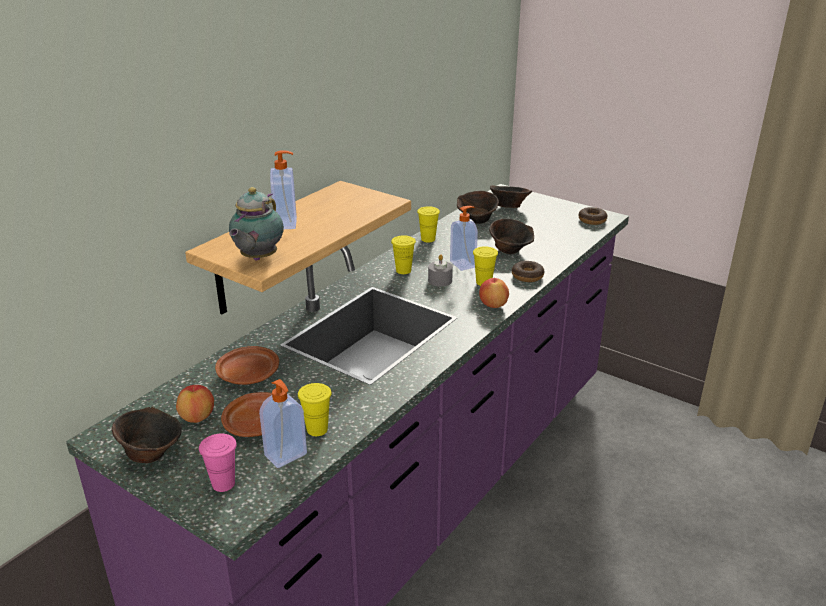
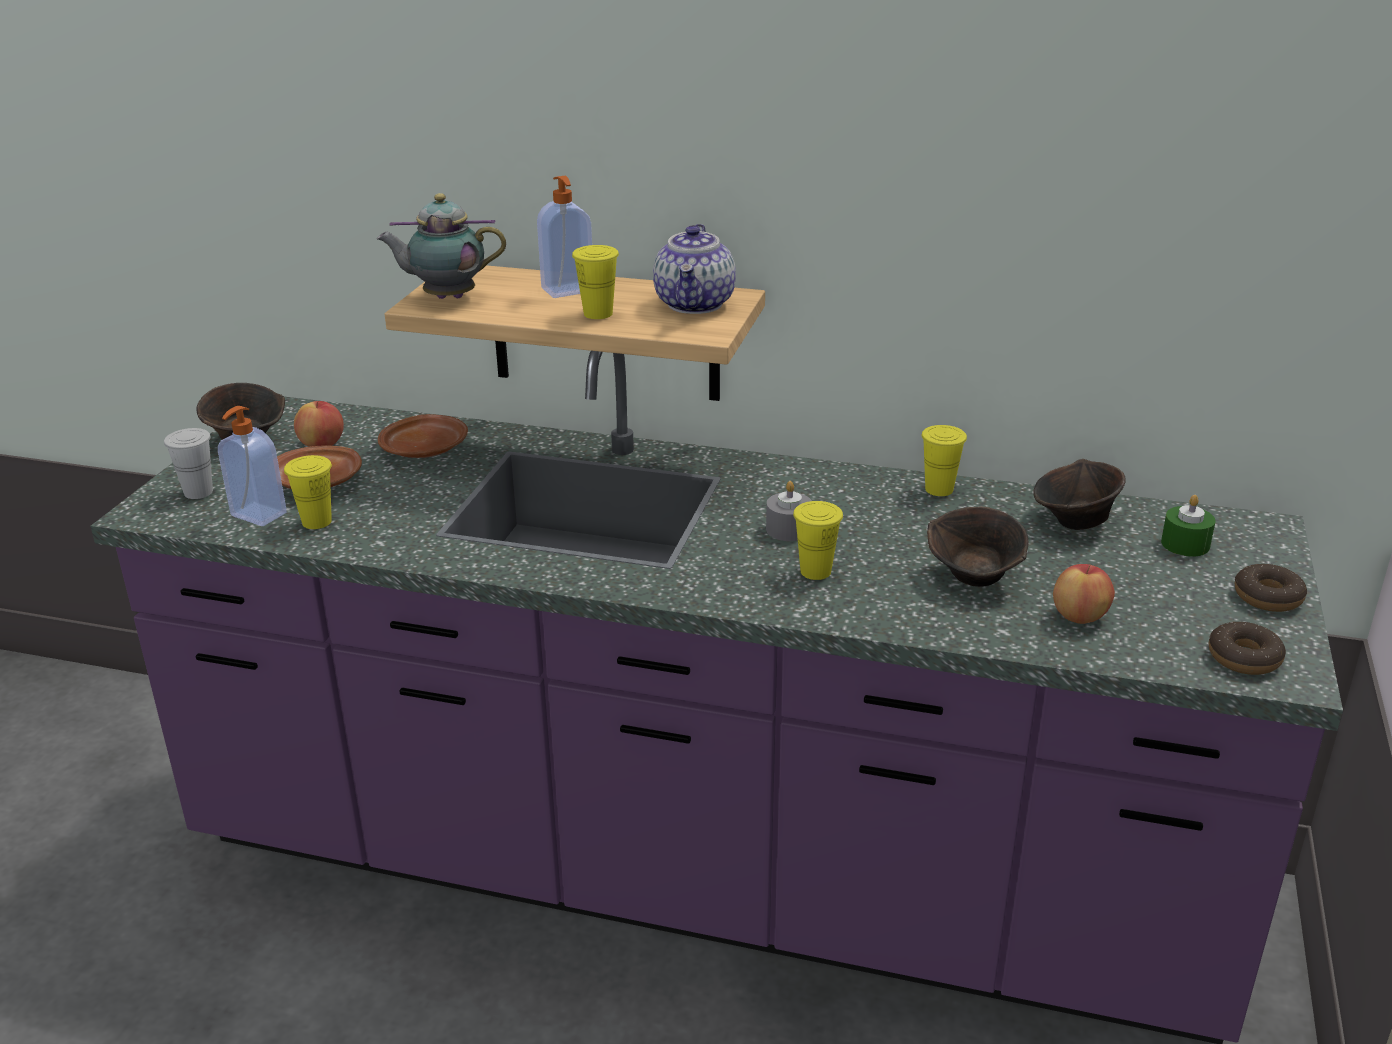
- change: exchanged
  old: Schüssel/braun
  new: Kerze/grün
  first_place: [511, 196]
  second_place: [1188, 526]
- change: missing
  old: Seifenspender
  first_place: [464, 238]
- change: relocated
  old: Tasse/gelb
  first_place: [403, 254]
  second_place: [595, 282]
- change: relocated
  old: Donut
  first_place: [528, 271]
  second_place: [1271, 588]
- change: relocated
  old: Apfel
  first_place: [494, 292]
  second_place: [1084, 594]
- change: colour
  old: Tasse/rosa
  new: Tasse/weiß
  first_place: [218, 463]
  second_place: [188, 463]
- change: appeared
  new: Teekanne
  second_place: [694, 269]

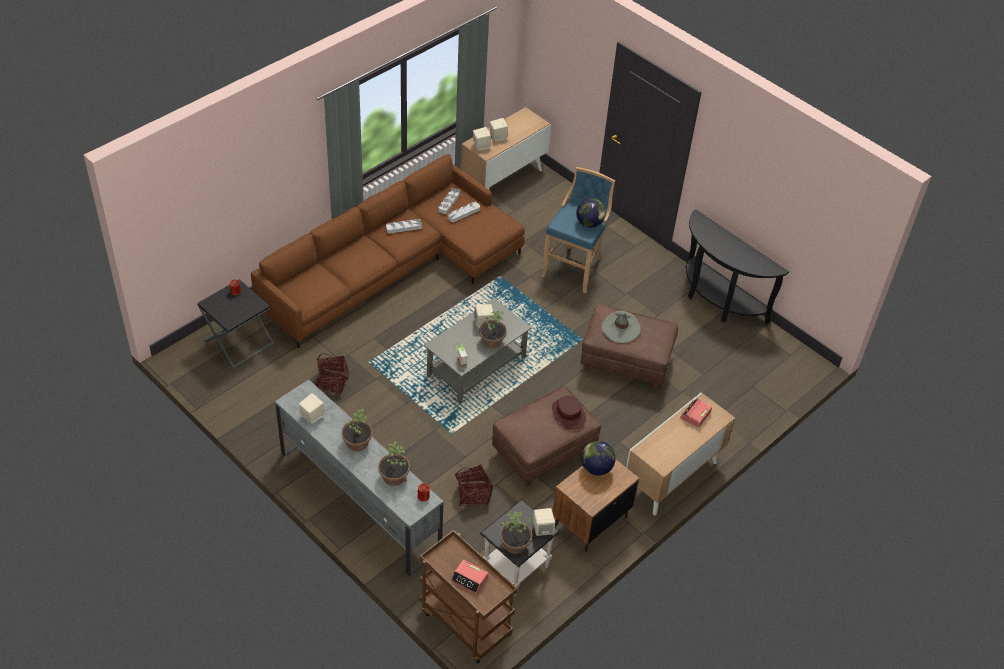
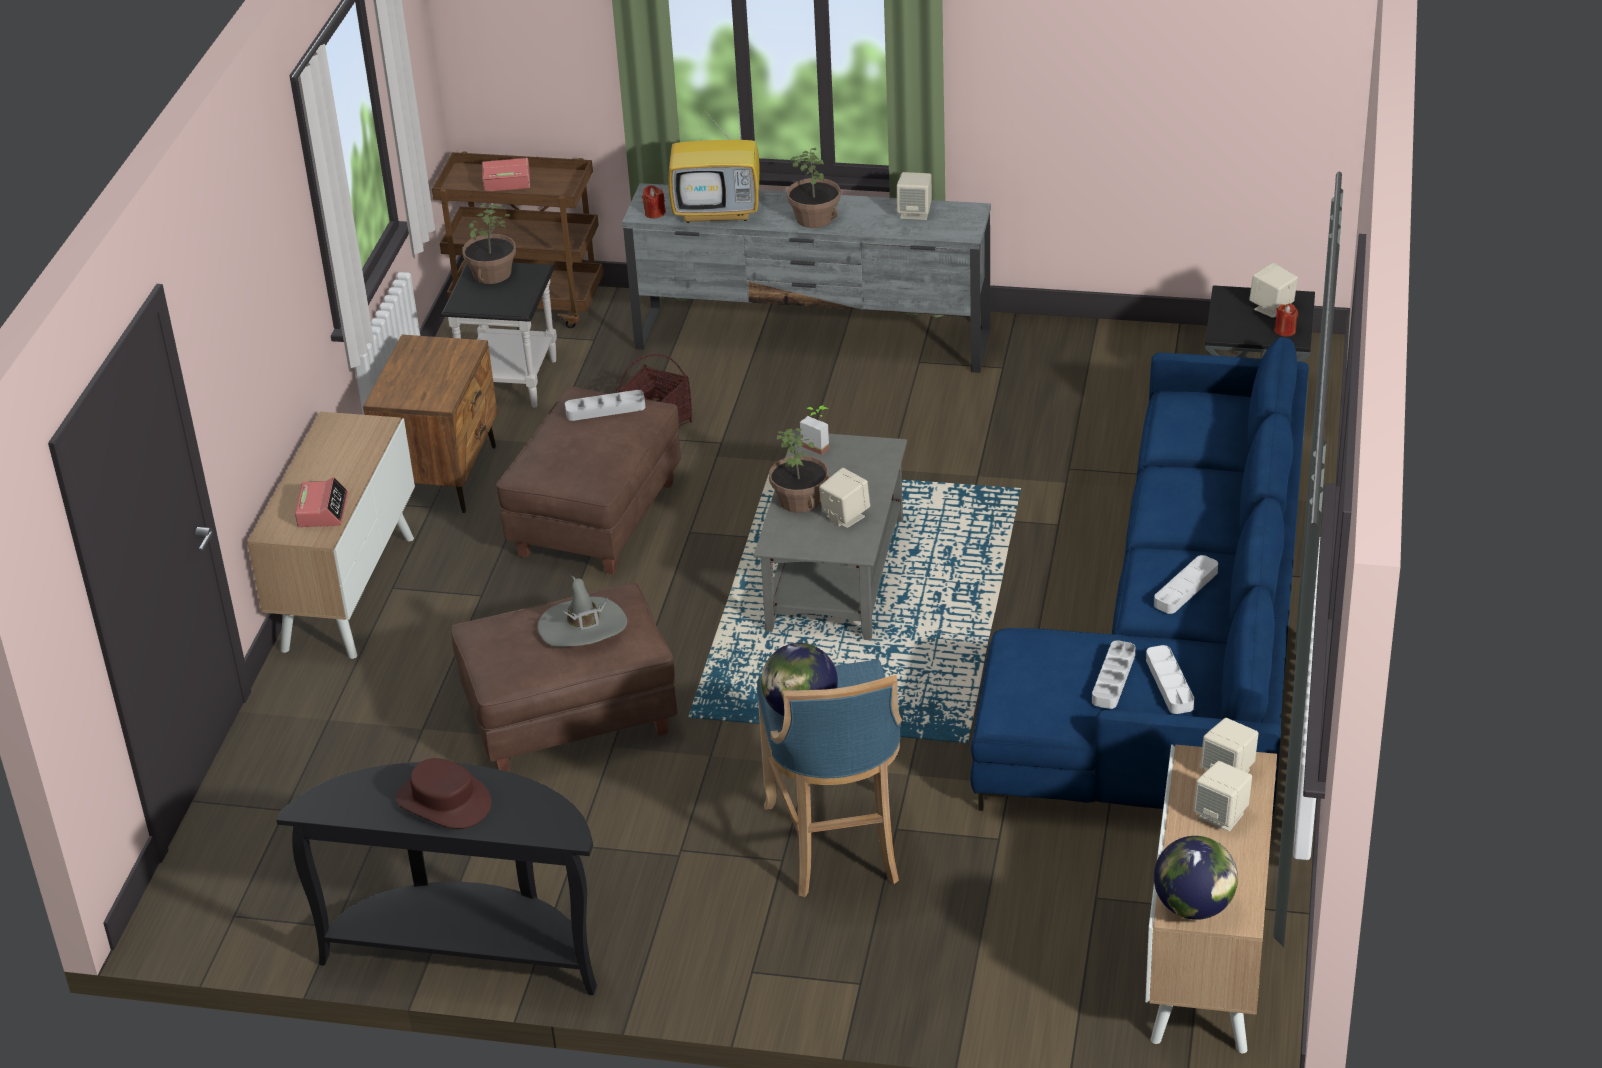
- change: colour
  old: Sofa/braun
  new: Sofa/blau
  first_place: [388, 251]
  second_place: [1139, 577]
- change: missing
  old: Korb
  first_place: [332, 373]
- change: relocated
  old: Hut/braun
  first_place: [569, 412]
  second_place: [443, 793]
- change: exchanged
  old: Topfpflanze
  new: Fernseher
  first_place: [394, 463]
  second_place: [714, 162]
- change: relocated
  old: Globus
  first_place: [598, 458]
  second_place: [1196, 878]
- change: relocated
  old: Lautsprecher/beige
  first_place: [544, 522]
  second_place: [1273, 290]
- change: appeared
  new: Tablett/grau
  second_place: [605, 405]

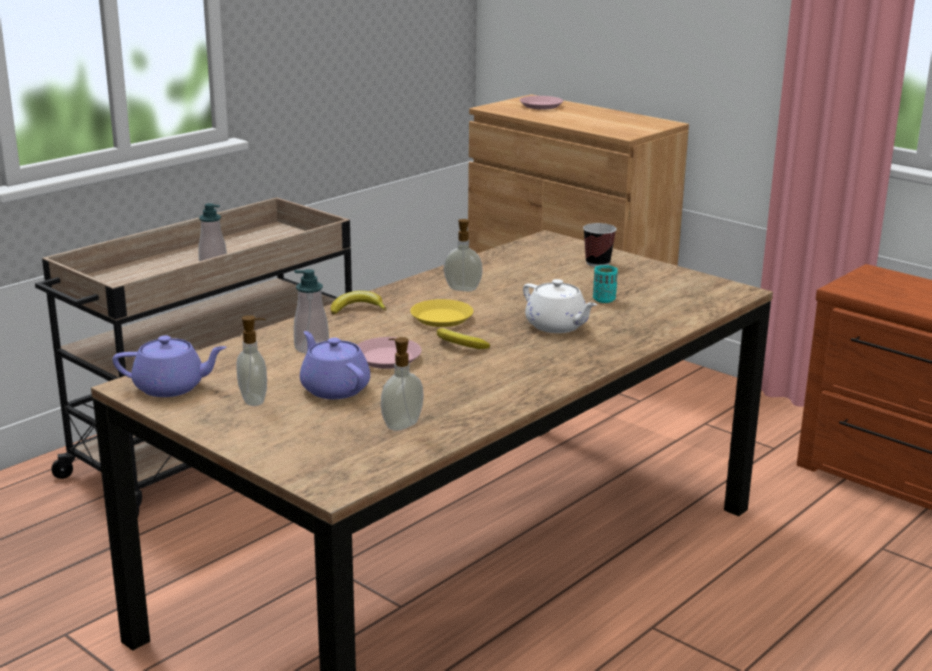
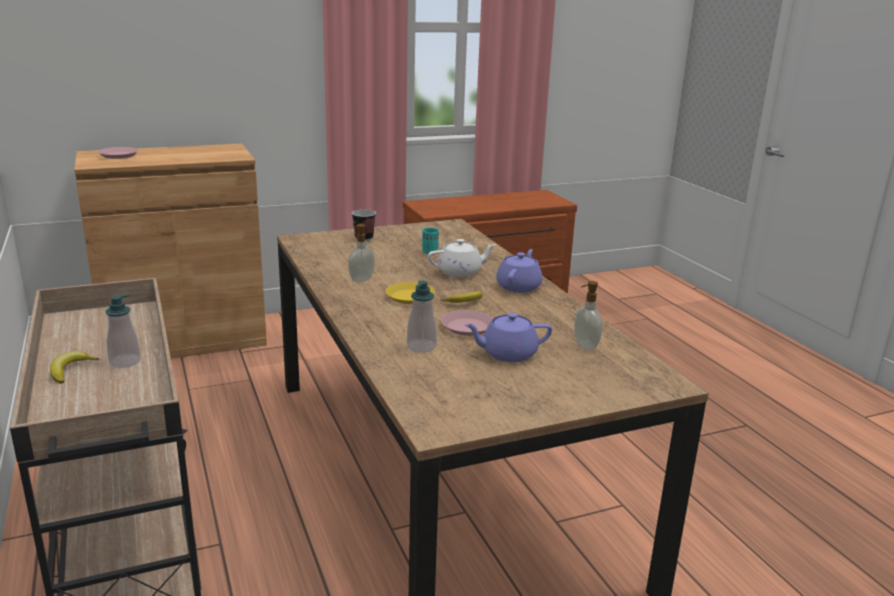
- change: relocated
  old: Banane
  first_place: [359, 303]
  second_place: [75, 367]
- change: missing
  old: Seifenspender
  first_place: [251, 360]
- change: relocated
  old: Teekanne/lila
  first_place: [169, 366]
  second_place: [519, 271]

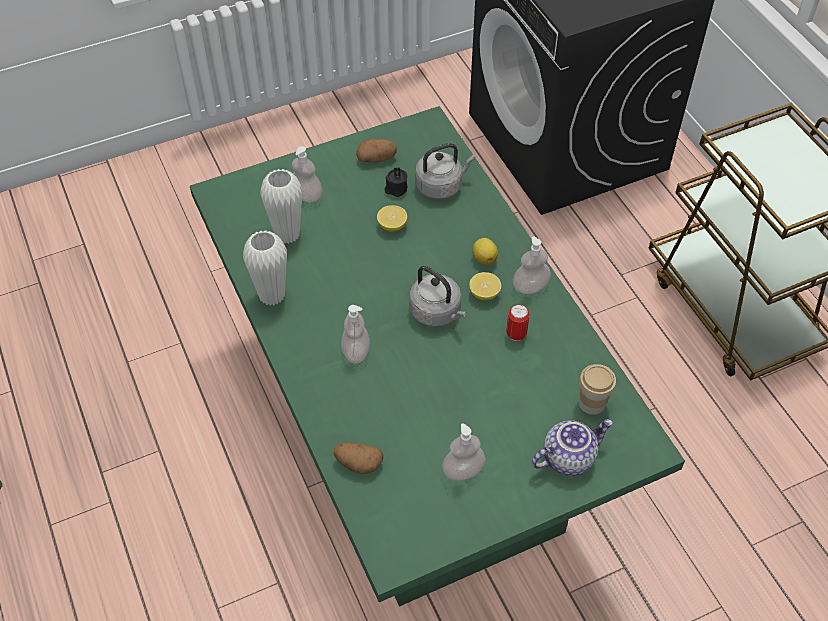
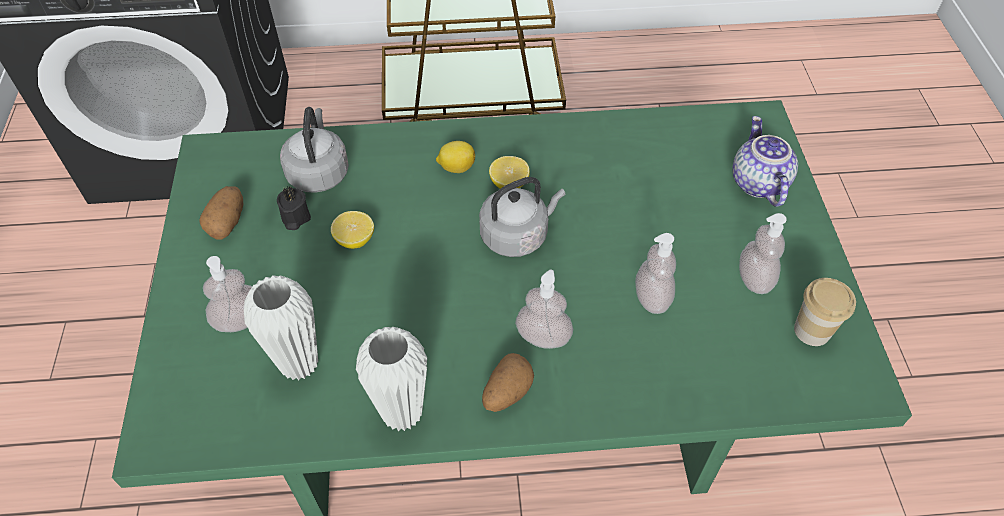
- change: relocated
  old: Seifenspender
  first_place: [532, 265]
  second_place: [655, 273]
- change: missing
  old: Dose
  first_place: [518, 322]
- change: relocated
  old: Tasse
  first_place: [597, 389]
  second_place: [825, 312]
- change: relocated
  old: Kartoffel
  first_place: [358, 458]
  second_place: [508, 382]

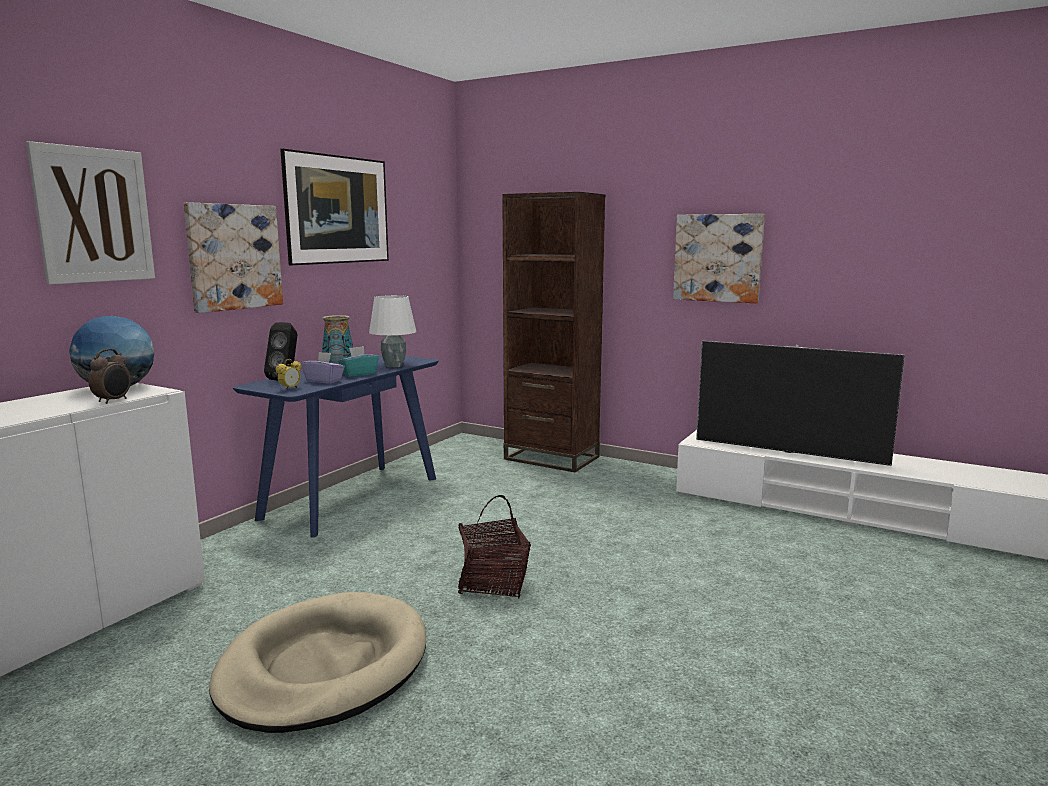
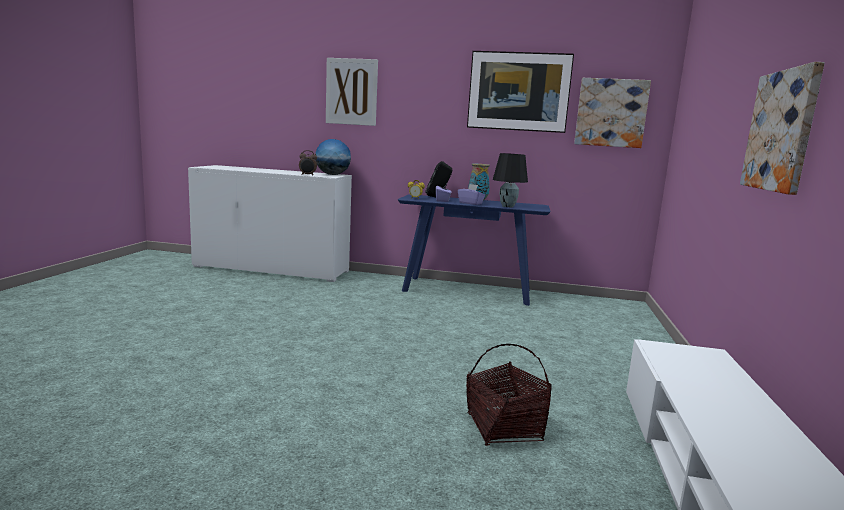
- change: missing
  old: Bücherregal/braun
  first_place: [554, 332]
- change: relocated
  old: Bild
  first_place: [233, 257]
  second_place: [612, 113]
- change: colour
  old: Tischlampe/weiß
  new: Tischlampe/schwarz
  first_place: [392, 331]
  second_place: [510, 180]
- change: missing
  old: Fernseher
  first_place: [800, 403]
- change: colour
  old: Taschentuchbox/türkis
  new: Taschentuchbox/lila
  first_place: [358, 361]
  second_place: [471, 194]
- change: relocated
  old: Korb
  first_place: [494, 546]
  second_place: [509, 395]
- change: missing
  old: Hundebett/beige
  first_place: [317, 662]

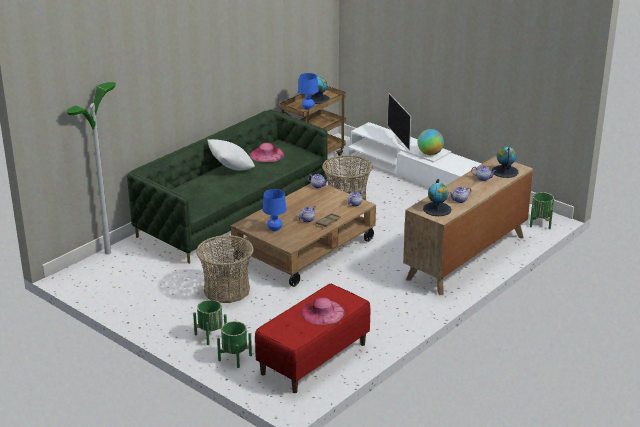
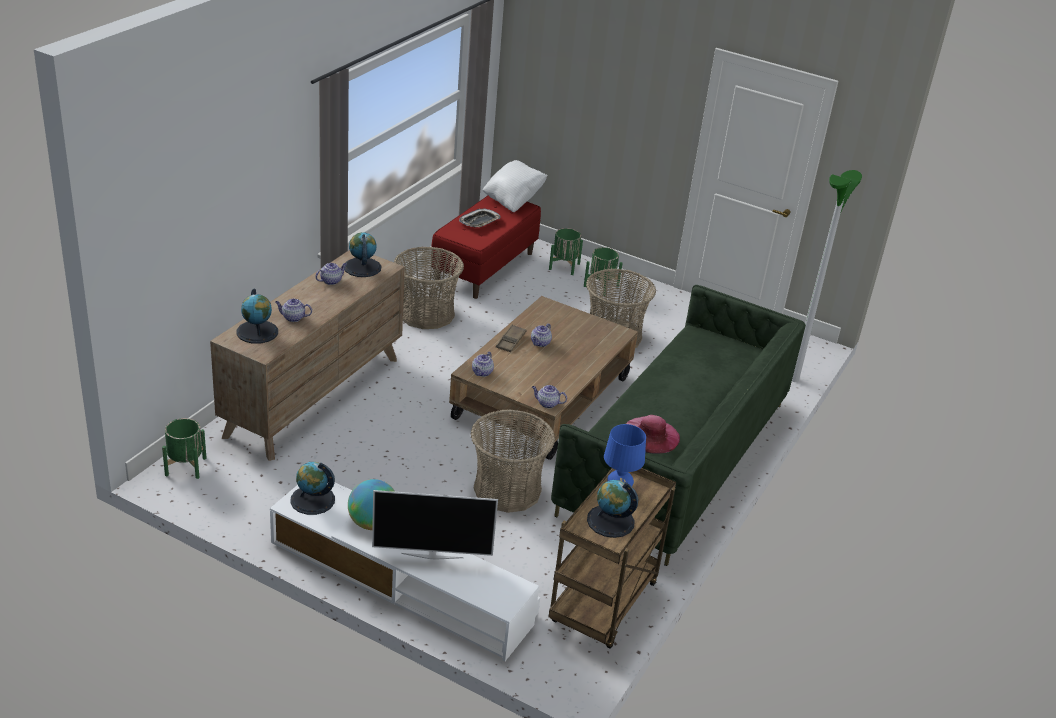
- change: spun
  old: Fernseher
  first_place: [399, 122]
  second_place: [435, 525]
  degrees: 120
- change: relocated
  old: Kissen/weiß
  first_place: [231, 154]
  second_place: [515, 186]
- change: missing
  old: Tischlampe/blau
  first_place: [274, 210]
- change: exchanged
  old: Hut/rosa
  new: Tablett
  first_place: [323, 311]
  second_place: [480, 218]
- change: appeared
  new: Korb
  second_place: [429, 288]
- change: appeared
  new: Globus
  second_place: [312, 488]

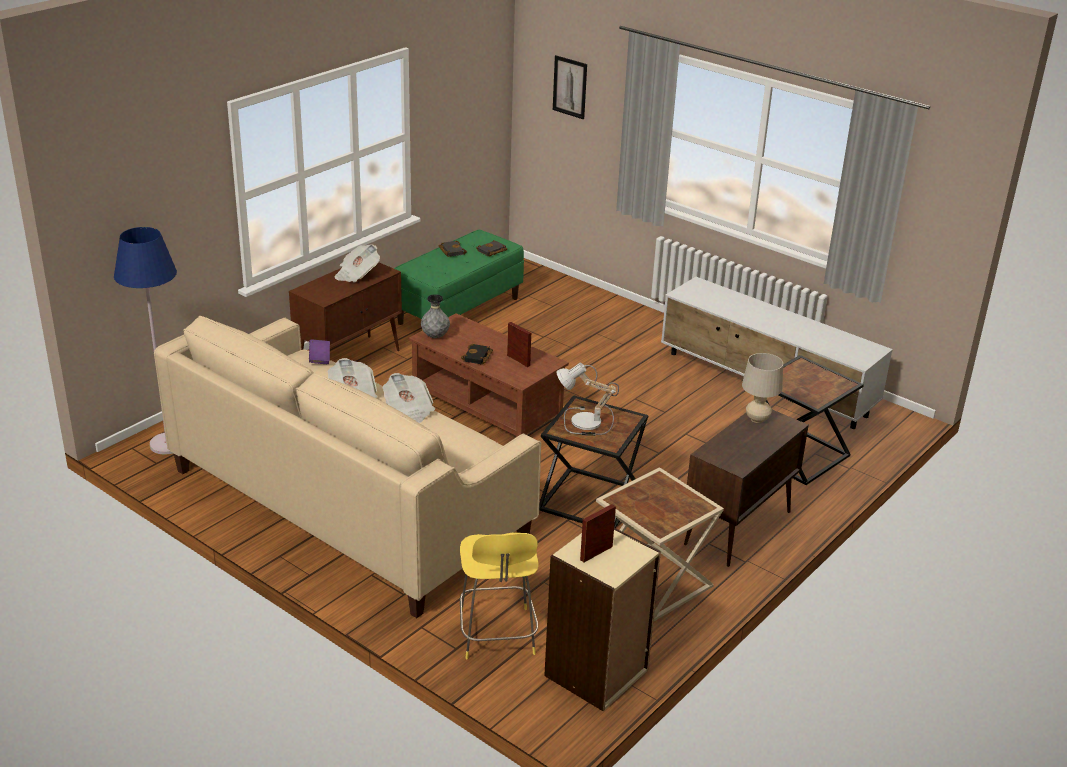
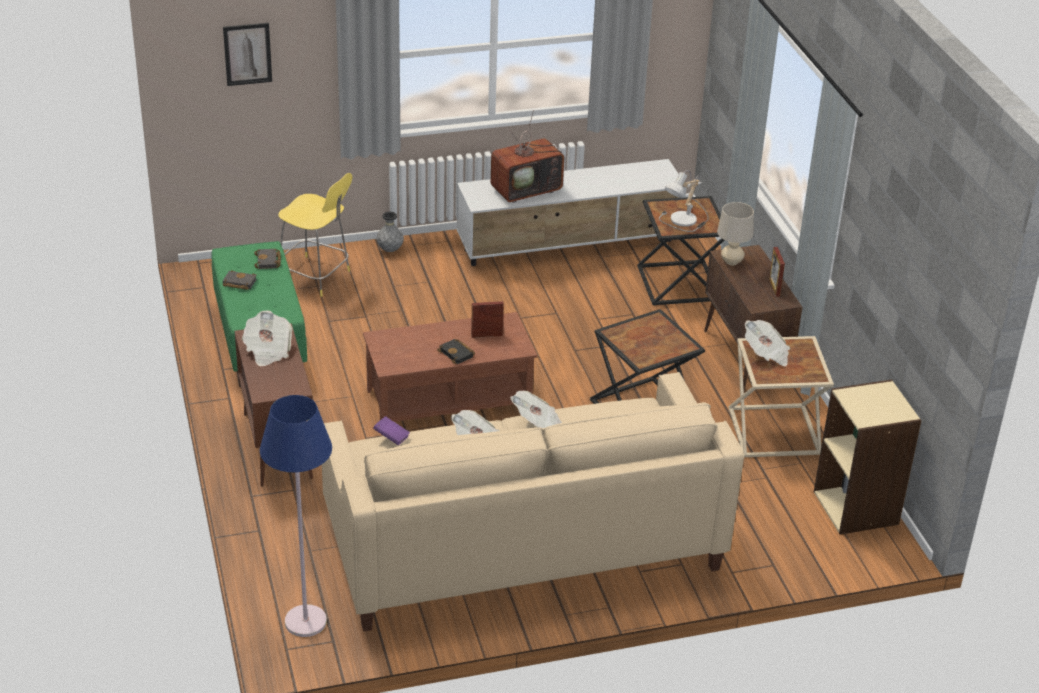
- change: relocated
  old: Vase/grau
  first_place: [435, 316]
  second_place: [390, 232]
- change: relocated
  old: Tischlampe
  first_place: [587, 399]
  second_place: [684, 201]
- change: relocated
  old: Bilderrahmen
  first_place: [598, 533]
  second_place: [777, 272]
- change: relocated
  old: Hocker/gelb
  first_place: [499, 596]
  second_place: [315, 234]
- change: appeared
  new: Fernseher
  second_place: [527, 156]
- change: appeared
  new: Zeitung
  second_place: [767, 343]

